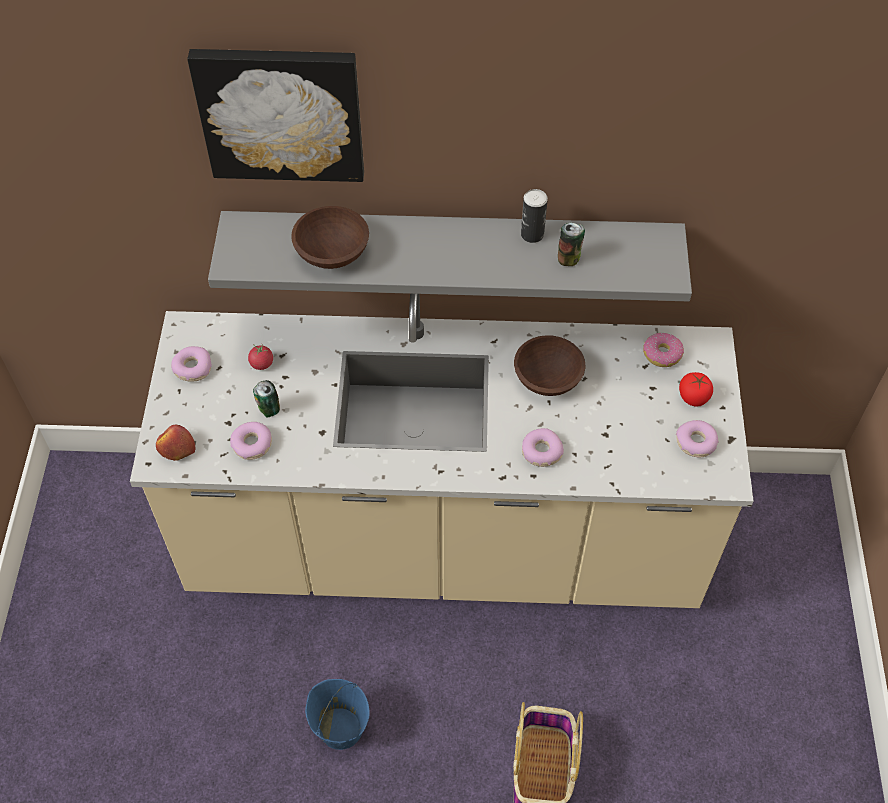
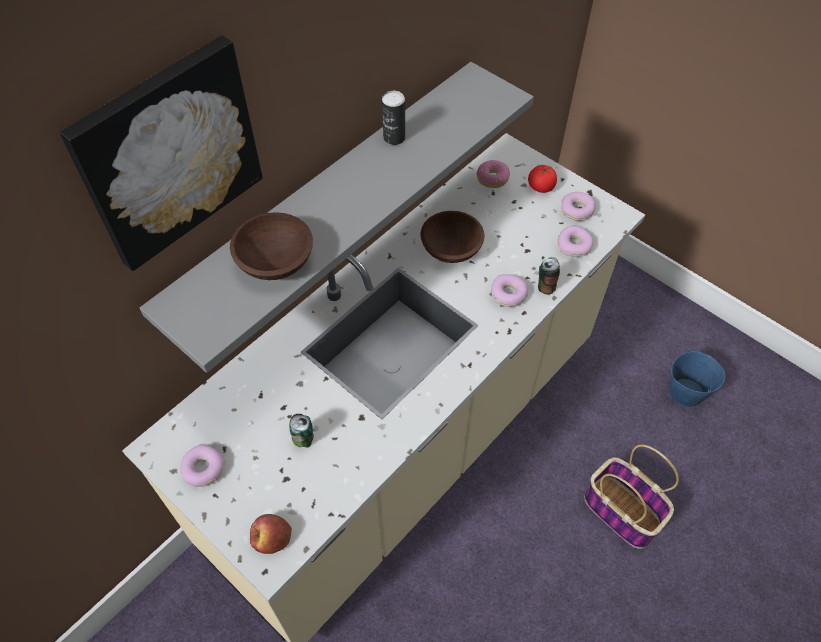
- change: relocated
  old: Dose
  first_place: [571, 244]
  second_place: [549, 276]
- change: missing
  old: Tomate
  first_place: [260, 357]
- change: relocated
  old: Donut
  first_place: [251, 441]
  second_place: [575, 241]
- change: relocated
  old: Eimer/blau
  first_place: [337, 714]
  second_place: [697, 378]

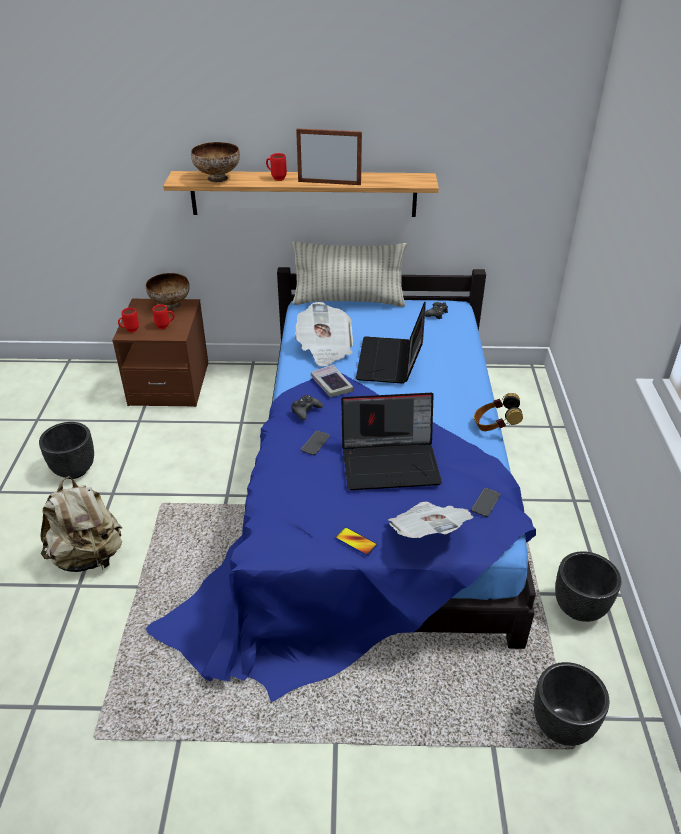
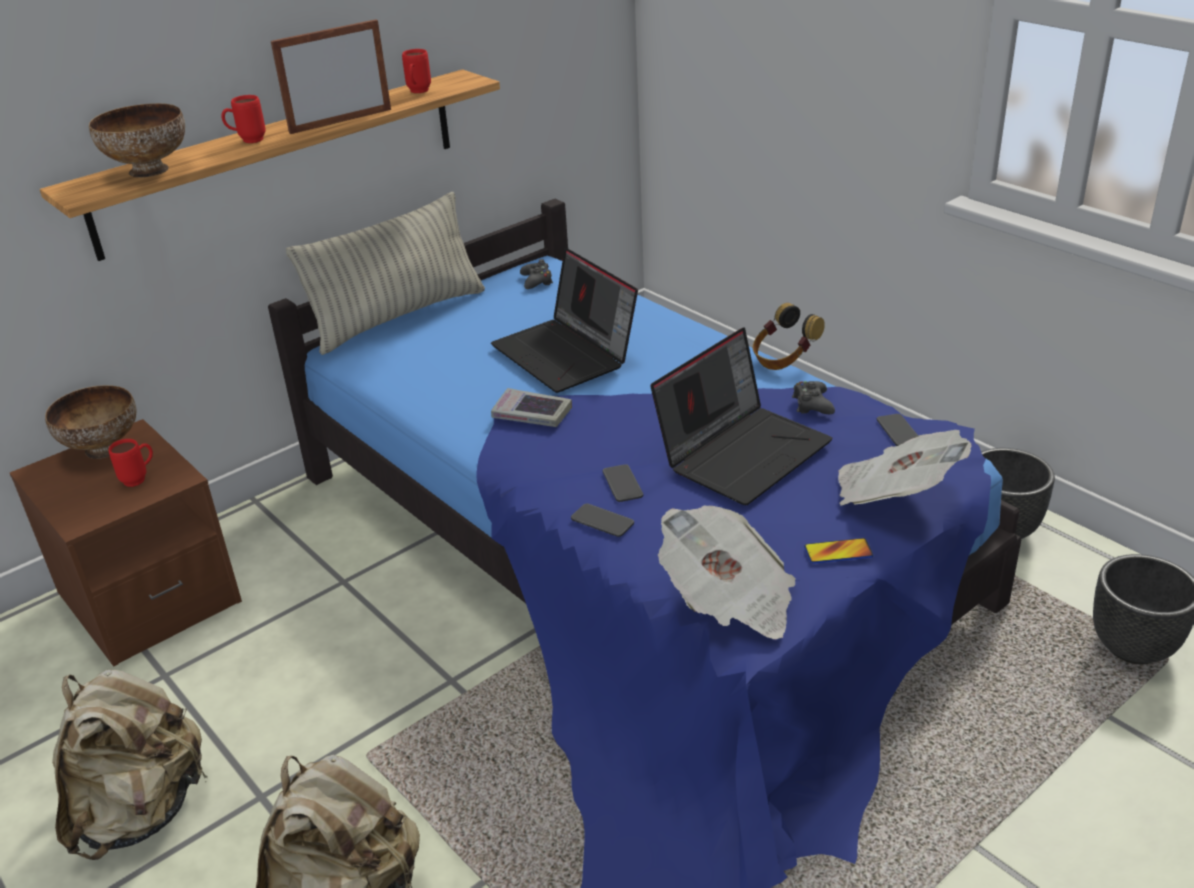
- change: relocated
  old: Zeitung
  first_place: [323, 334]
  second_place: [727, 572]
- change: relocated
  old: Henkelbecher/rot
  first_place: [128, 320]
  second_place: [416, 71]
- change: relocated
  old: Gamepad/schwarz
  first_place: [307, 407]
  second_place: [813, 397]
- change: exchanged
  old: Pflanzkübel/schwarz
  new: Rucksack/beige
  first_place: [66, 450]
  second_place: [129, 765]
- change: appeared
  new: Handy
  second_place: [602, 520]

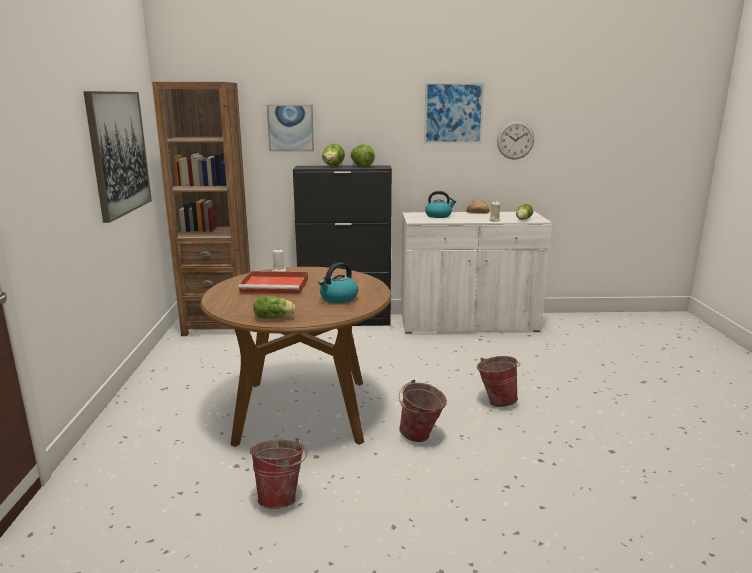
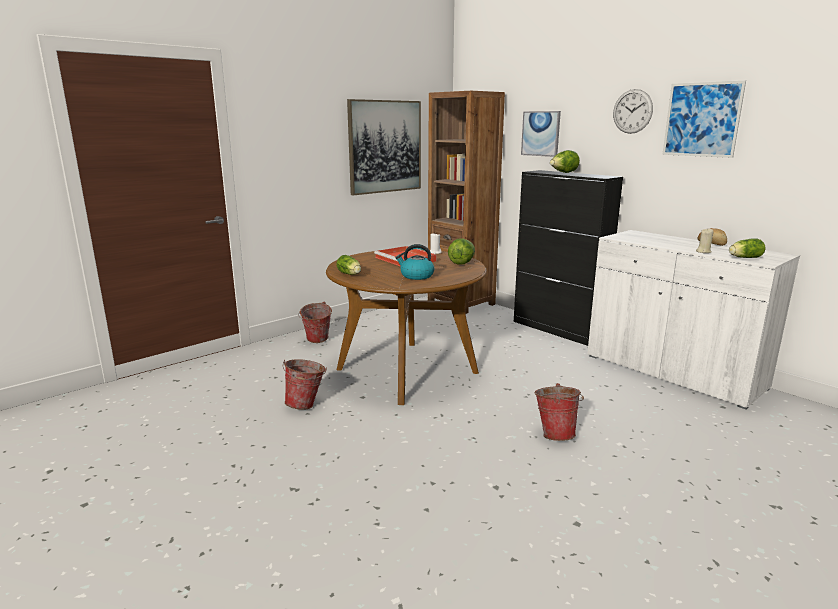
- change: relocated
  old: Wanduhr
  first_place: [515, 140]
  second_place: [633, 111]
- change: relocated
  old: Salatkopf
  first_place: [363, 155]
  second_place: [461, 251]
- change: missing
  old: Wasserkessel
  first_place: [440, 204]
- change: relocated
  old: Eimer
  first_place: [423, 411]
  second_place: [315, 322]

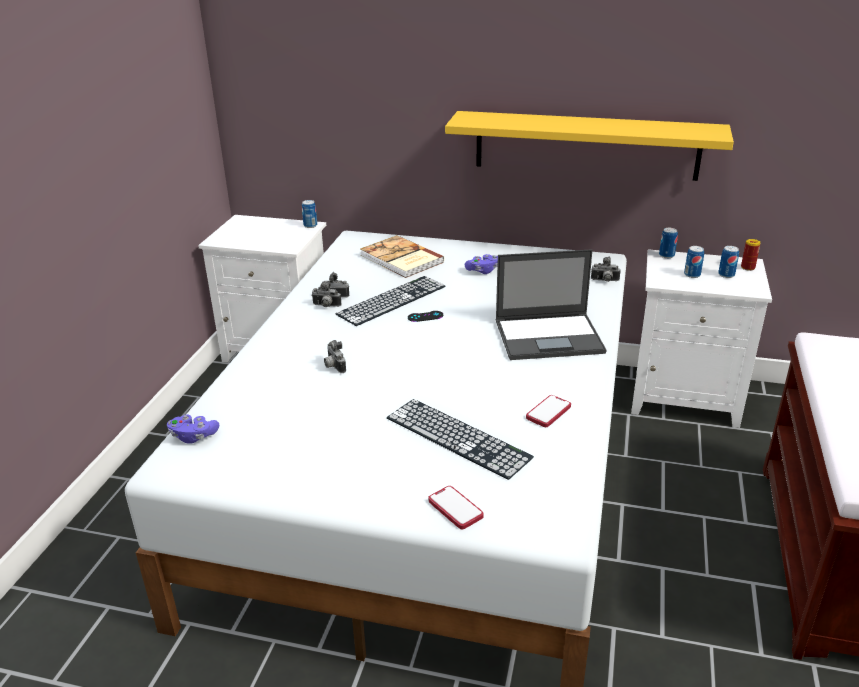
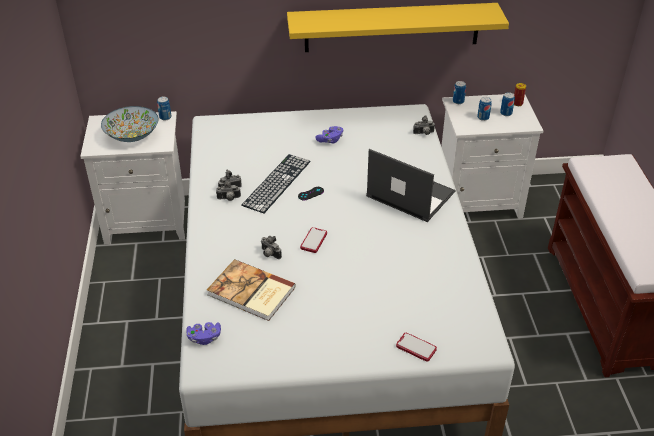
- change: relocated
  old: Buch
  first_place: [402, 256]
  second_place: [251, 290]
- change: spun
  old: Laptop
  first_place: [551, 304]
  second_place: [411, 185]
  degrees: -120
- change: relocated
  old: Handy
  first_place: [548, 411]
  second_place: [313, 240]
- change: missing
  old: Tastatur
  first_place: [460, 439]
- change: appeared
  new: Schüssel
  second_place: [130, 124]

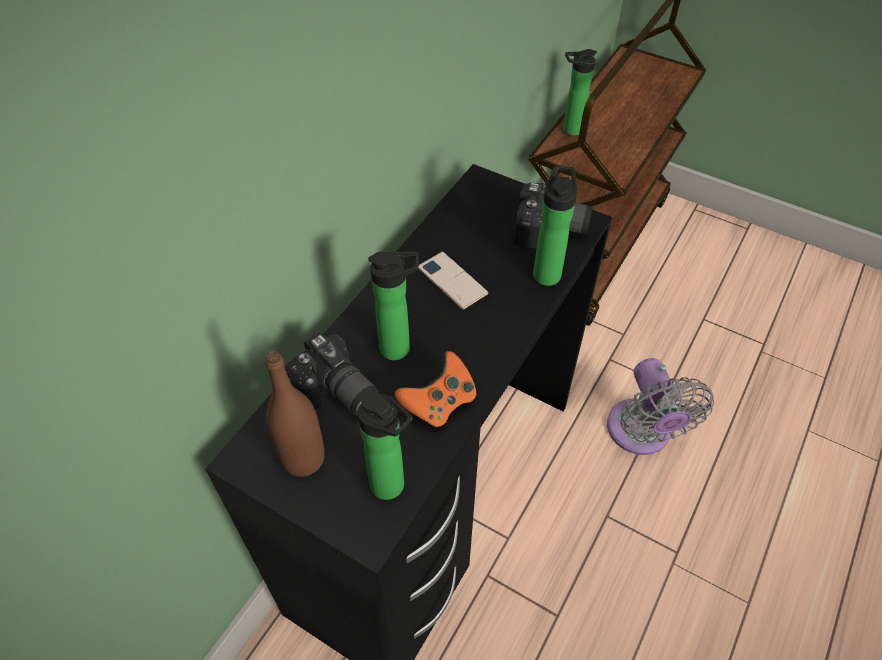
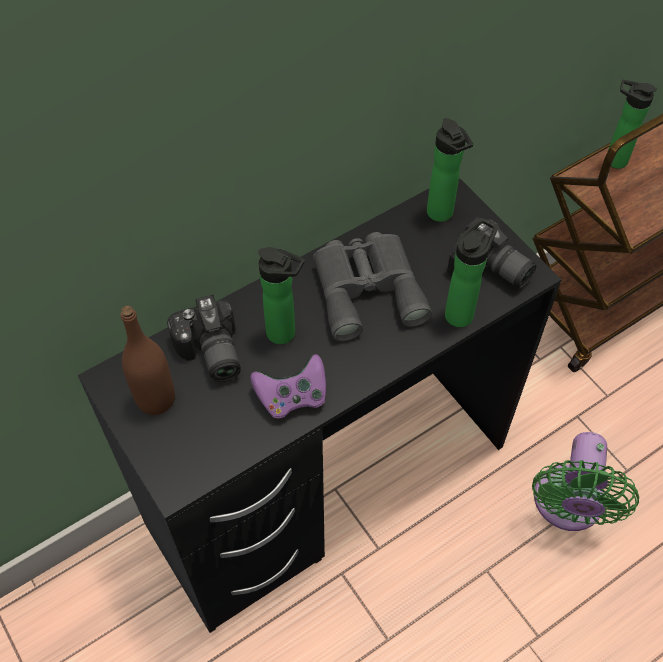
- change: exchanged
  old: Handy
  new: Fernglas/grau
  first_place: [453, 281]
  second_place: [372, 287]
- change: colour
  old: Gamepad/orange
  new: Gamepad/lila
  first_place: [436, 389]
  second_place: [288, 386]
- change: colour
  old: Ventilator/grau
  new: Ventilator/grün
  first_place: [660, 406]
  second_place: [585, 481]
- change: relocated
  old: Flasche
  first_place: [385, 445]
  second_place: [450, 170]

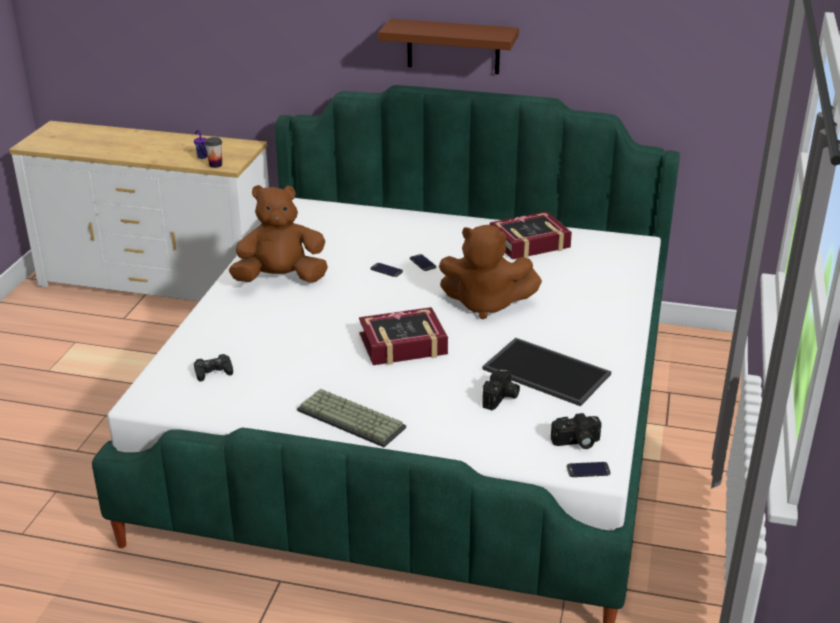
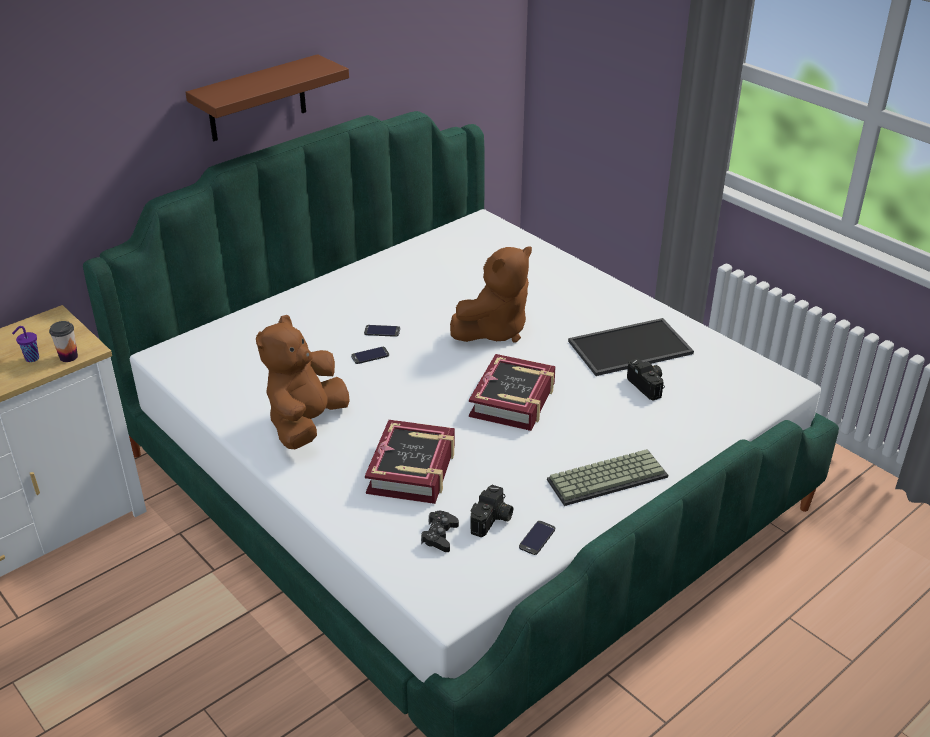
- change: relocated
  old: Buch
  first_place: [531, 235]
  second_place: [410, 462]
- change: relocated
  old: Kamera
  first_place: [576, 431]
  second_place: [491, 511]
- change: relocated
  old: Handy
  first_place: [589, 469]
  second_place: [537, 538]

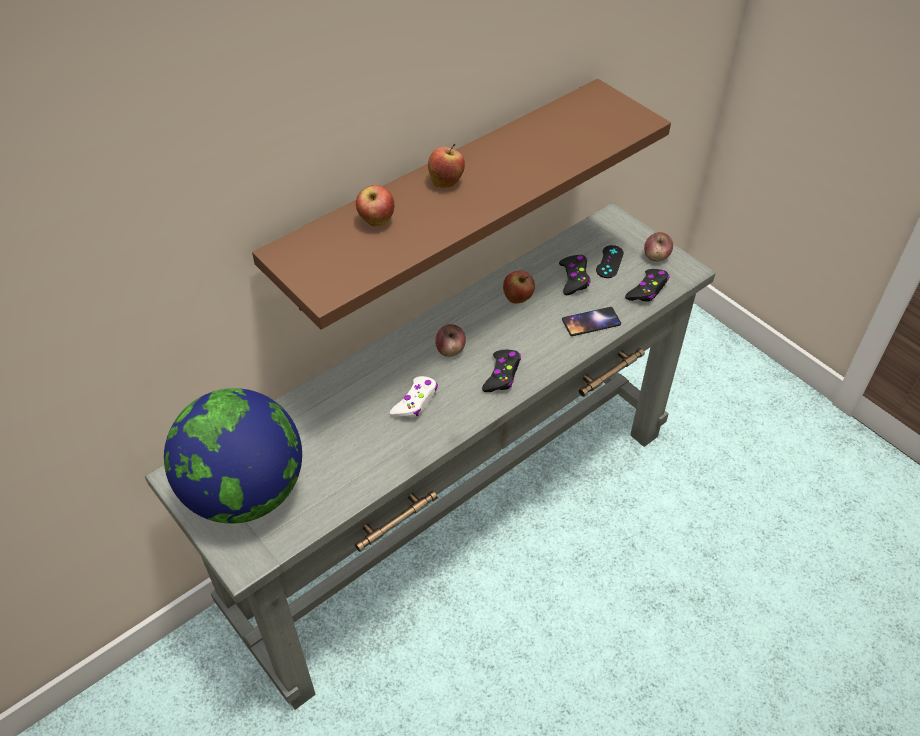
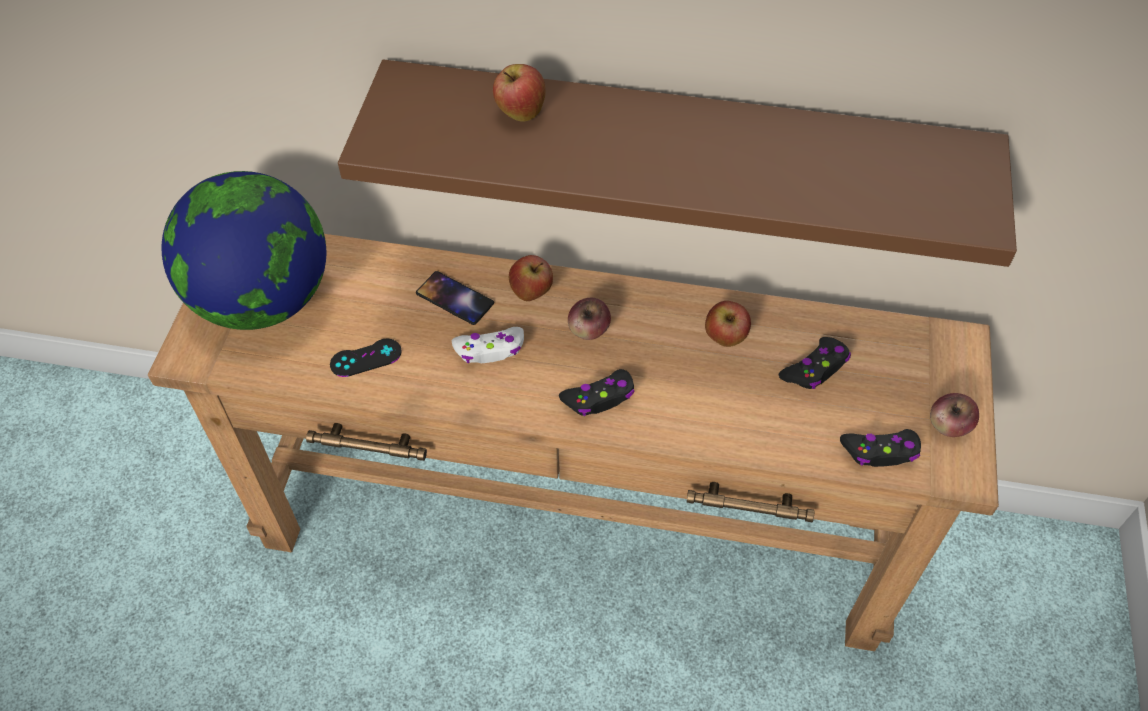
- change: relocated
  old: Apfel
  first_place: [446, 166]
  second_place: [531, 278]
- change: colour
  old: Konsolentisch/grau
  new: Konsolentisch/braun
  first_place: [430, 456]
  second_place: [573, 442]
- change: relocated
  old: Gamepad/schwarz
  first_place: [610, 261]
  second_place: [366, 358]
- change: relocated
  old: Handy
  first_place: [591, 321]
  second_place: [455, 298]

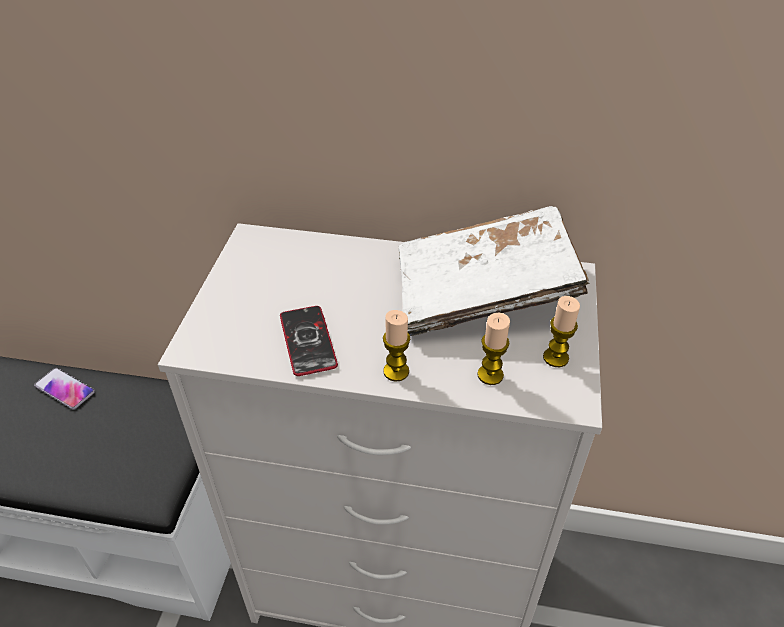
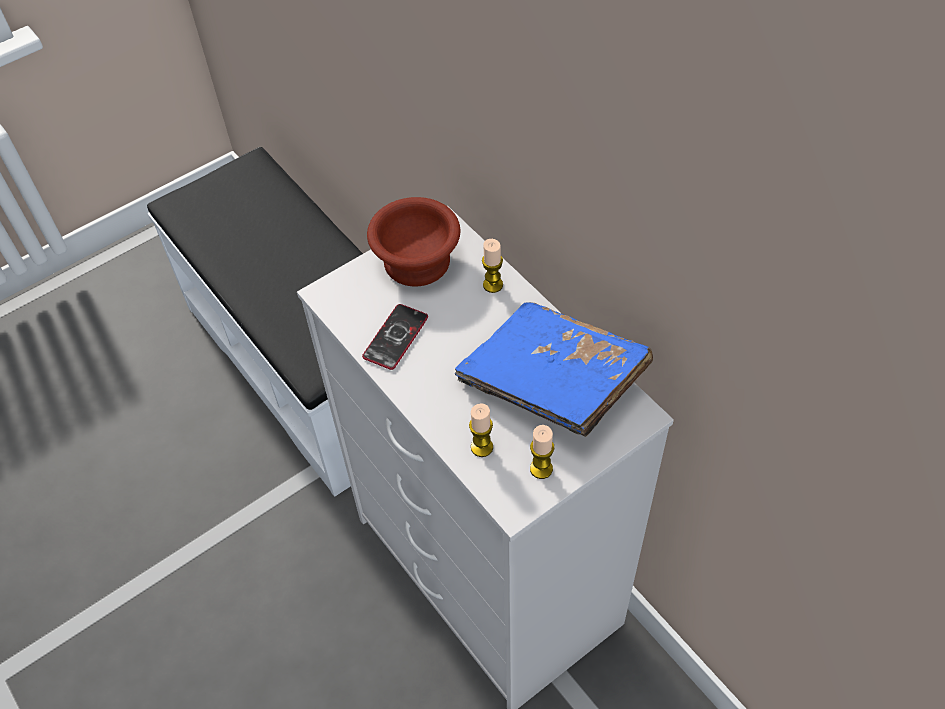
- change: colour
  old: Buch/weiß
  new: Buch/blau
  first_place: [494, 271]
  second_place: [554, 369]
- change: relocated
  old: Kerze
  first_place: [396, 346]
  second_place: [492, 266]
- change: missing
  old: Handy
  first_place: [64, 388]
- change: appeared
  new: Schüssel/braun
  second_place: [413, 242]

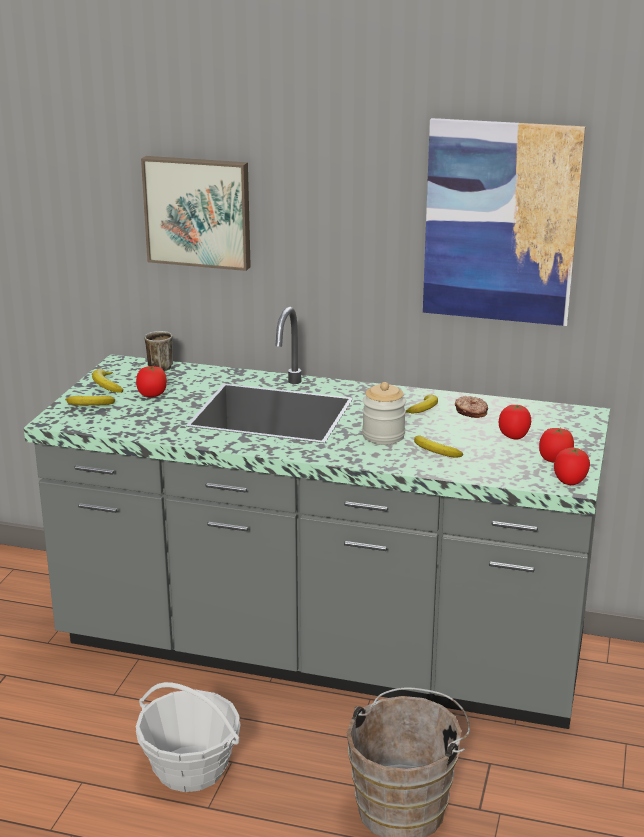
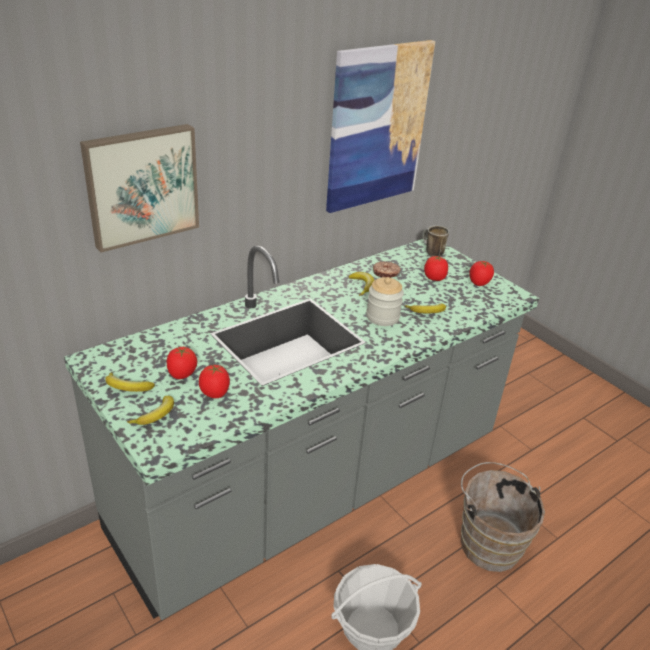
- change: relocated
  old: Henkelbecher
  first_place: [159, 351]
  second_place: [435, 241]
- change: relocated
  old: Tomate
  first_place: [572, 466]
  second_place: [214, 381]

